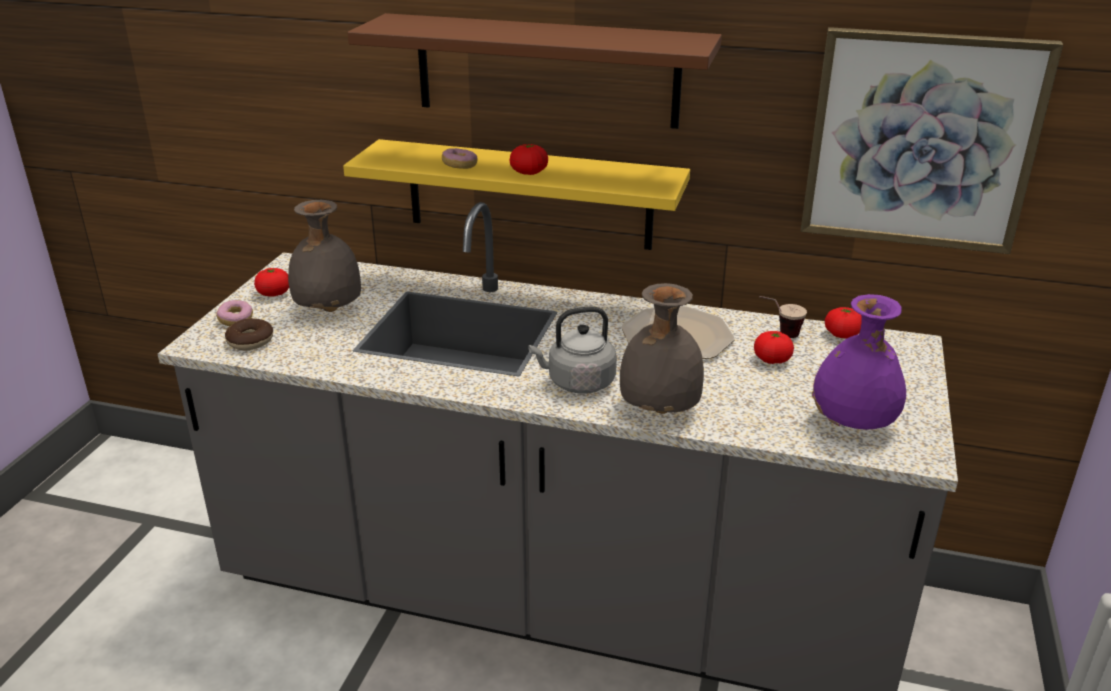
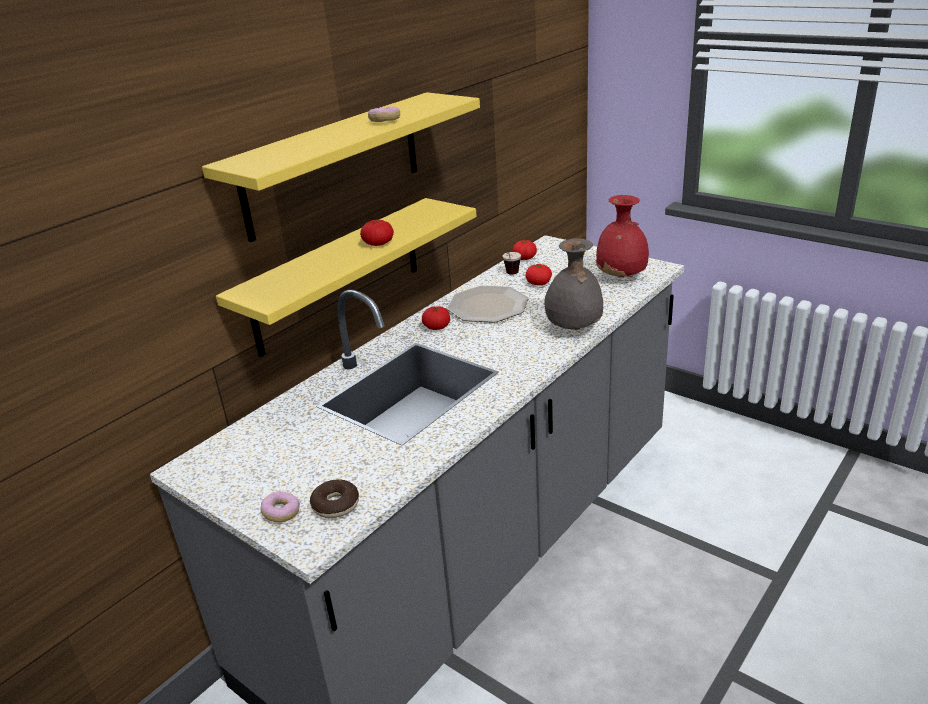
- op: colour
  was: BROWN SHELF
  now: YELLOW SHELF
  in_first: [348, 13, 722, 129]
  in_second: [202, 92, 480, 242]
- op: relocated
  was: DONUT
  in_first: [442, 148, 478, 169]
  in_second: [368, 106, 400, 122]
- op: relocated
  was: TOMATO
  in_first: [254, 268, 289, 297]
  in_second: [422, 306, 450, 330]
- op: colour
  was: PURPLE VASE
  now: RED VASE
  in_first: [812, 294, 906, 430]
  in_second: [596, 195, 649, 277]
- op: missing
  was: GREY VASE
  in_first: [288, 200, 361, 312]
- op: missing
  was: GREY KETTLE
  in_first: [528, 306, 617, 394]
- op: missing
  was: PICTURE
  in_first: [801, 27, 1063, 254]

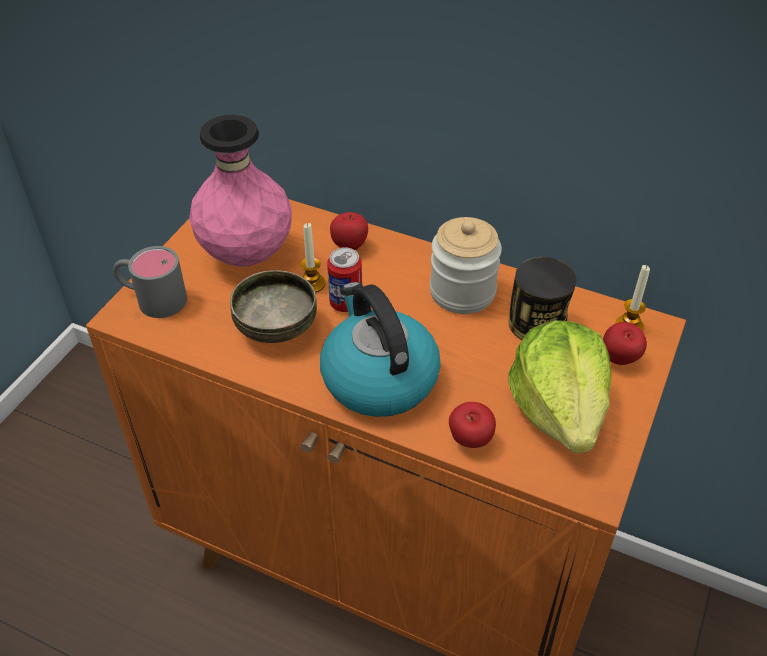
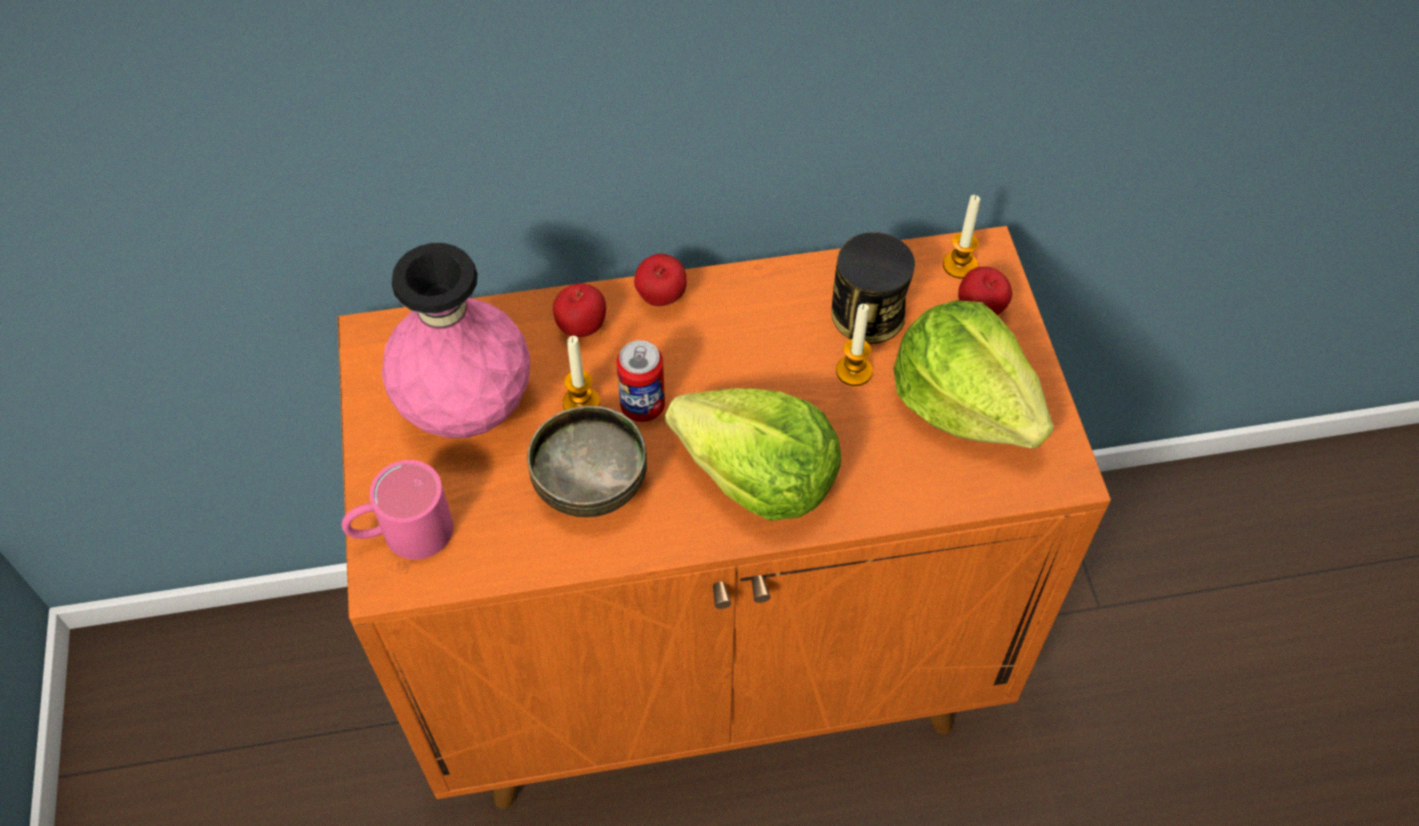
- op: colour
  was: GREY MUG
  now: PINK MUG
  in_first: [113, 246, 187, 318]
  in_second: [342, 460, 453, 560]
- op: relocated
  was: APPLE
  in_first: [449, 402, 496, 448]
  in_second: [634, 254, 687, 306]
- op: exchanged
  was: KETTLE
  now: LETTUCE
  in_first: [320, 282, 441, 417]
  in_second: [665, 389, 841, 521]
- op: appeared
  now: CANDLE
  in_second: [836, 304, 873, 386]
- op: missing
  was: JAR
  in_first: [430, 217, 502, 314]

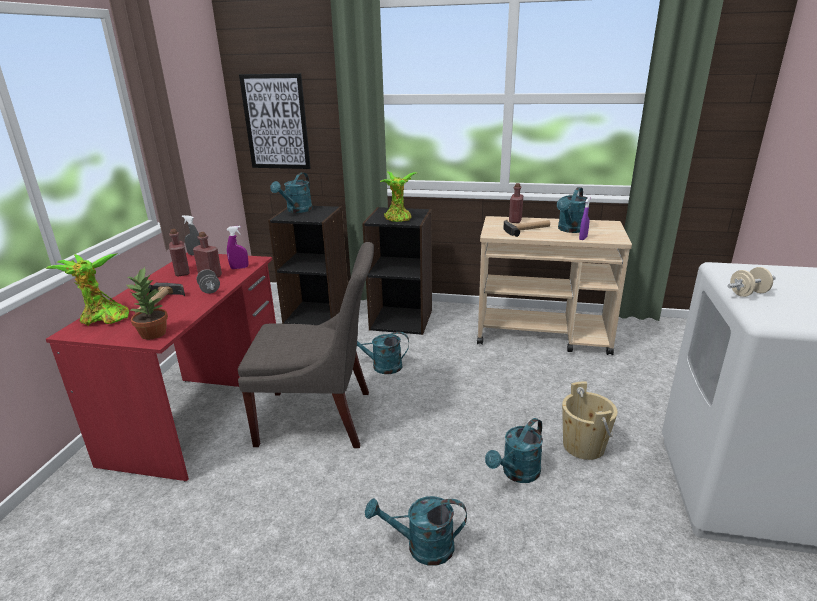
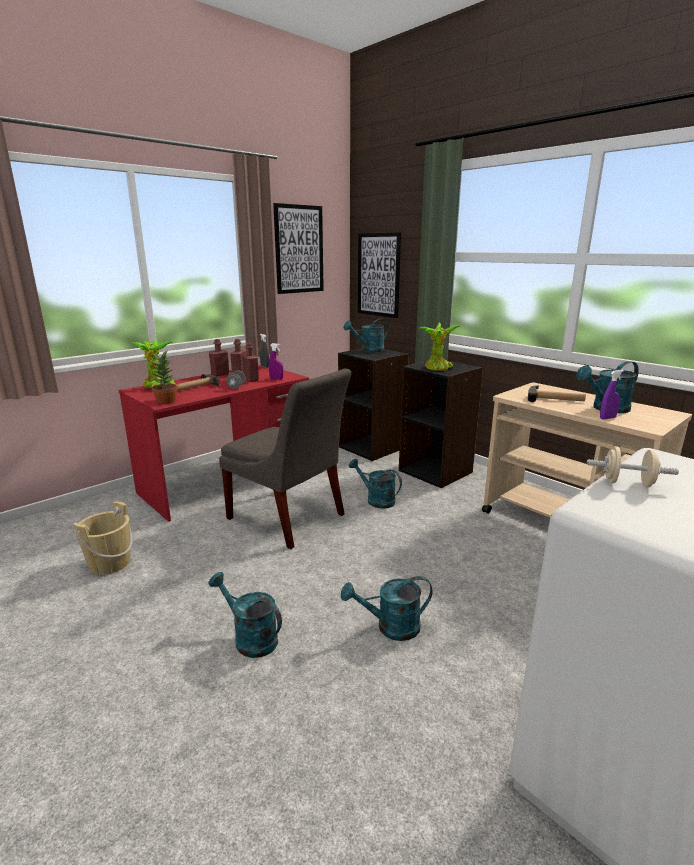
- op: relocated
  was: BEIGE BUCKET
  in_first: [562, 381, 618, 460]
  in_second: [73, 501, 133, 575]
- op: relocated
  was: RED BOTTLE
  in_first: [509, 183, 523, 223]
  in_second: [209, 339, 229, 376]
- op: appeared
  now: PICTURE
  in_second: [273, 203, 324, 294]

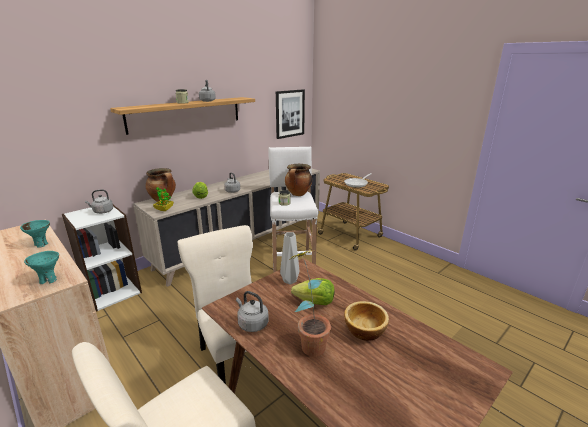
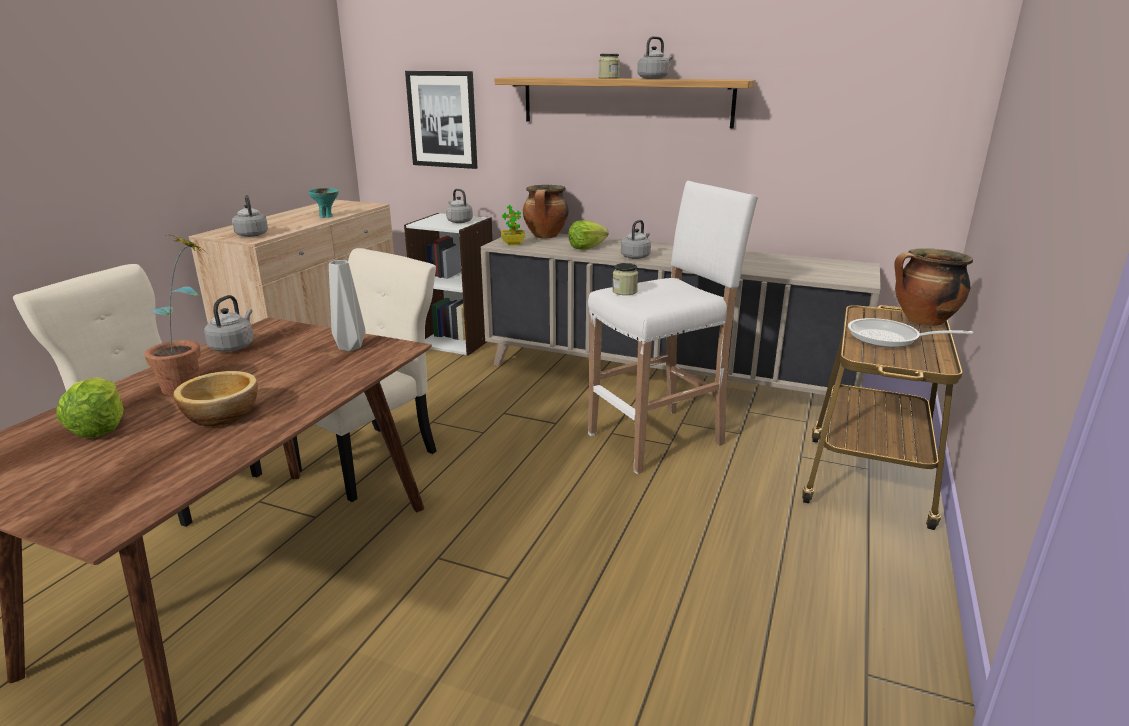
- op: relocated
  was: LETTUCE
  in_first: [291, 278, 334, 305]
  in_second: [56, 377, 124, 438]
- op: exchanged
  was: TURQUOISE BOWL
  now: GREY KETTLE
  in_first: [24, 251, 59, 284]
  in_second: [232, 195, 268, 237]
- op: relocated
  was: PICTURE
  in_first: [276, 89, 305, 139]
  in_second: [405, 71, 477, 169]
- op: relocated
  was: COOKING POT
  in_first: [285, 164, 312, 196]
  in_second: [894, 248, 973, 326]

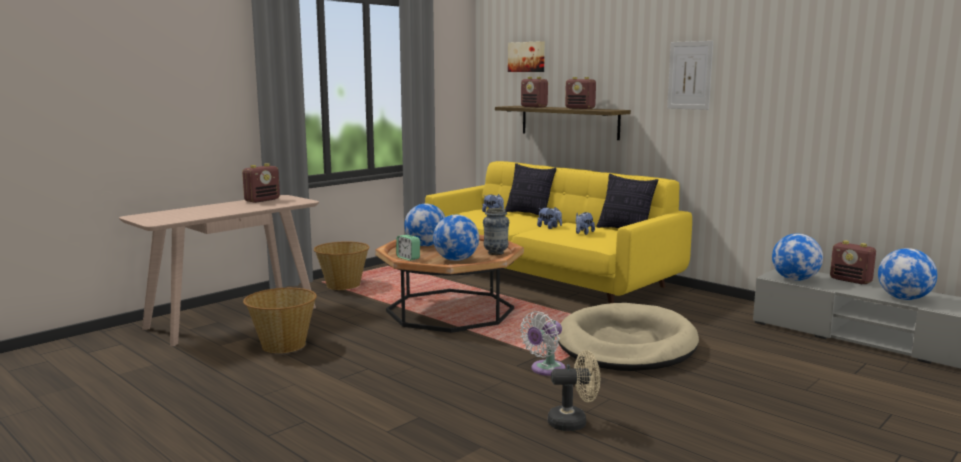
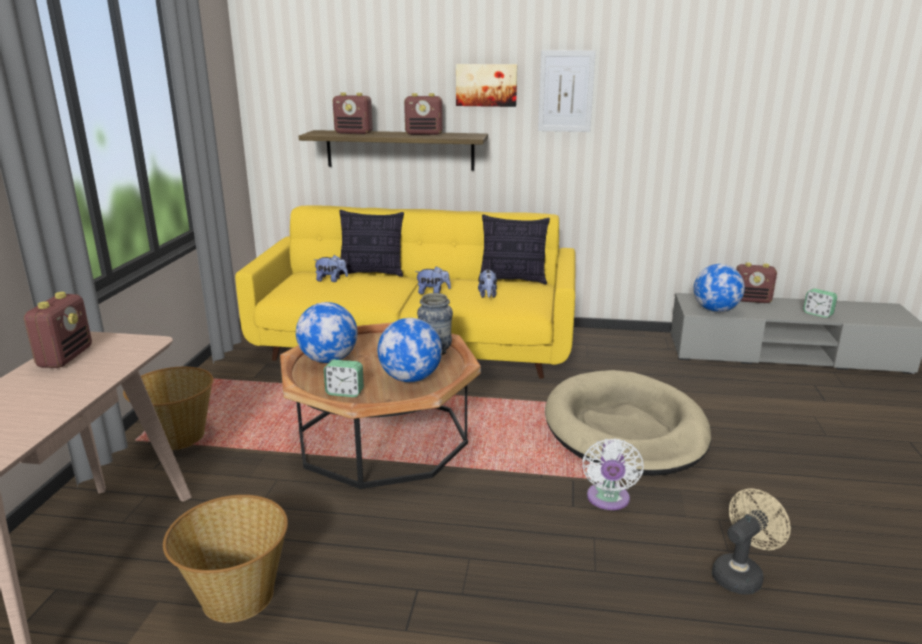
- op: relocated
  was: PICTURE
  in_first: [508, 41, 545, 72]
  in_second: [456, 64, 517, 107]
- op: exchanged
  was: GLOBE
  now: ALARM CLOCK
  in_first: [878, 248, 937, 300]
  in_second: [803, 289, 837, 318]

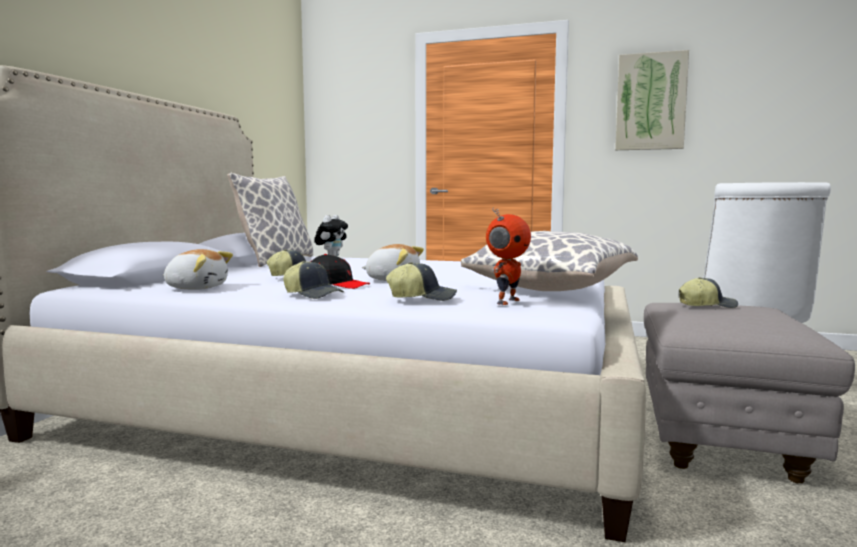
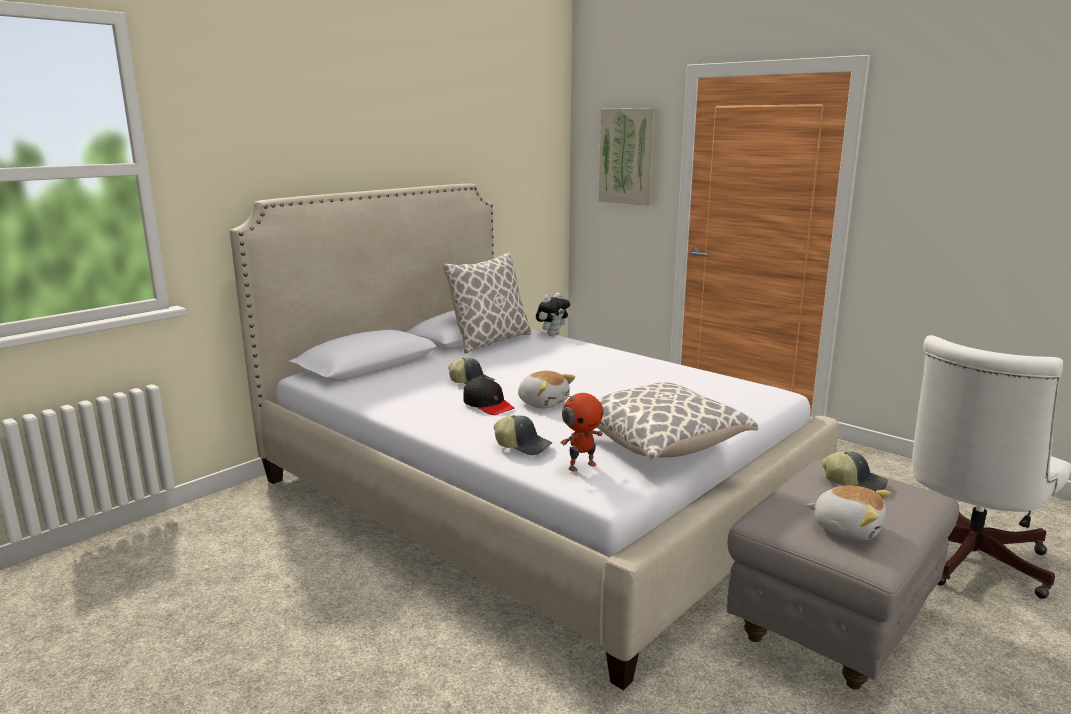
- op: relocated
  was: PICTURE
  in_first: [615, 50, 689, 150]
  in_second: [598, 108, 657, 206]
- op: relocated
  was: PLUSH TOY
  in_first: [163, 249, 233, 290]
  in_second: [806, 486, 891, 541]
- op: missing
  was: CAP
  in_first: [283, 261, 344, 299]

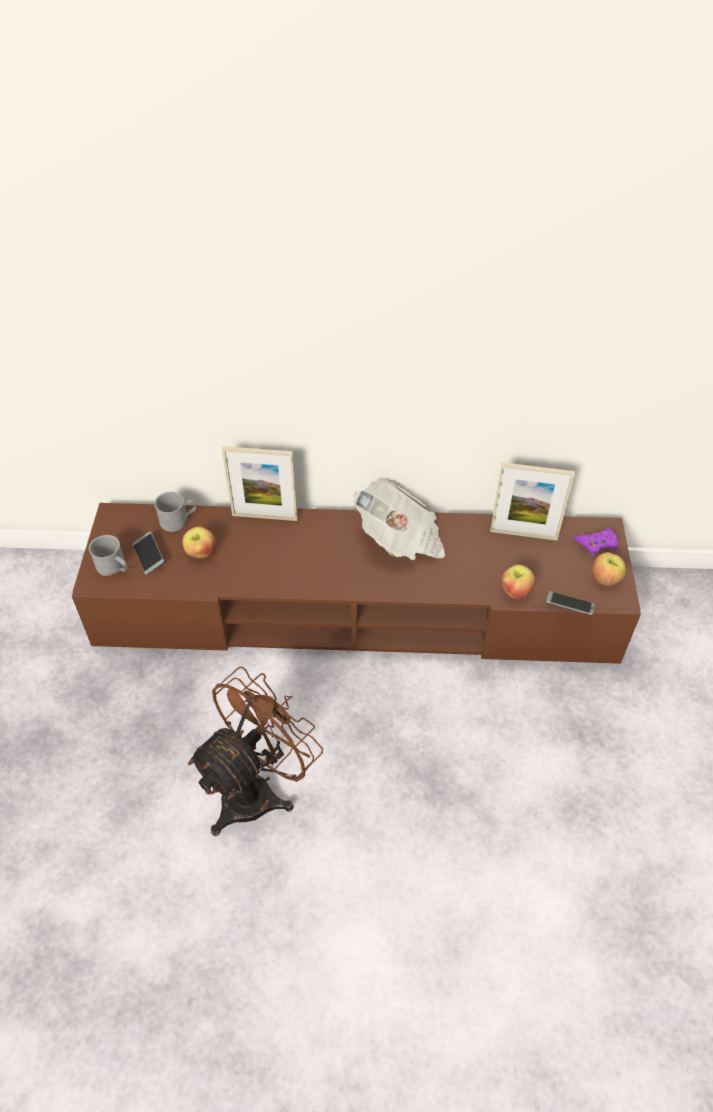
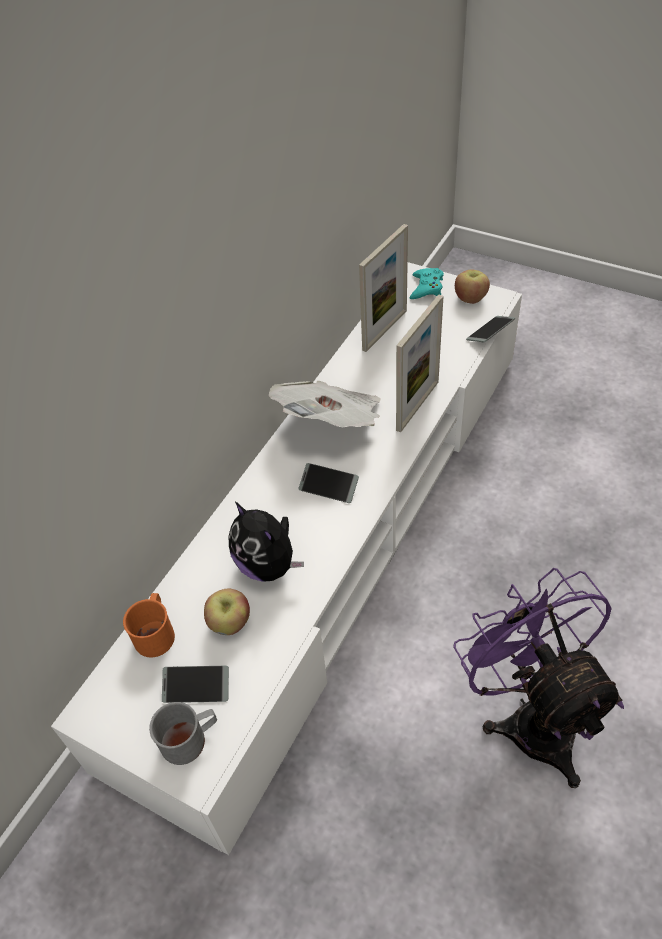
- op: colour
  was: BROWN TV STAND
  now: WHITE TV STAND
  in_first: [72, 503, 641, 664]
  in_second: [51, 262, 522, 855]
- op: colour
  was: GREY MUG
  now: ORANGE MUG
  in_first: [154, 492, 196, 532]
  in_second: [123, 593, 175, 658]
- op: appeared
  now: PLUSH TOY
  in_second: [229, 502, 304, 582]
- op: appeared
  now: PHONE
  in_second: [298, 463, 359, 503]
- op: relocated
  was: PICTURE FRAME
  in_first: [222, 446, 298, 521]
  in_second: [396, 294, 443, 433]
- op: colour
  was: PURPLE GAME CONTROLLER
  now: TURQUOISE GAME CONTROLLER
  in_first: [574, 528, 618, 557]
  in_second: [409, 268, 444, 299]
- op: colour
  was: BROWN FAN
  now: PURPLE FAN
  in_first: [188, 667, 323, 836]
  in_second: [453, 568, 624, 788]
- op: missing
  was: APPLE
  in_first: [502, 565, 535, 599]

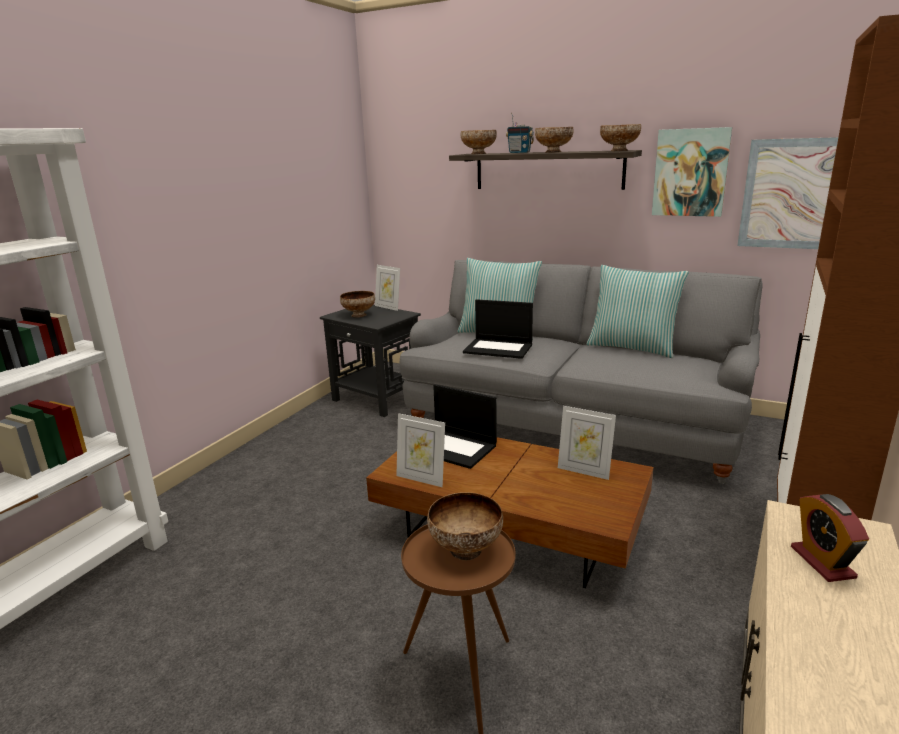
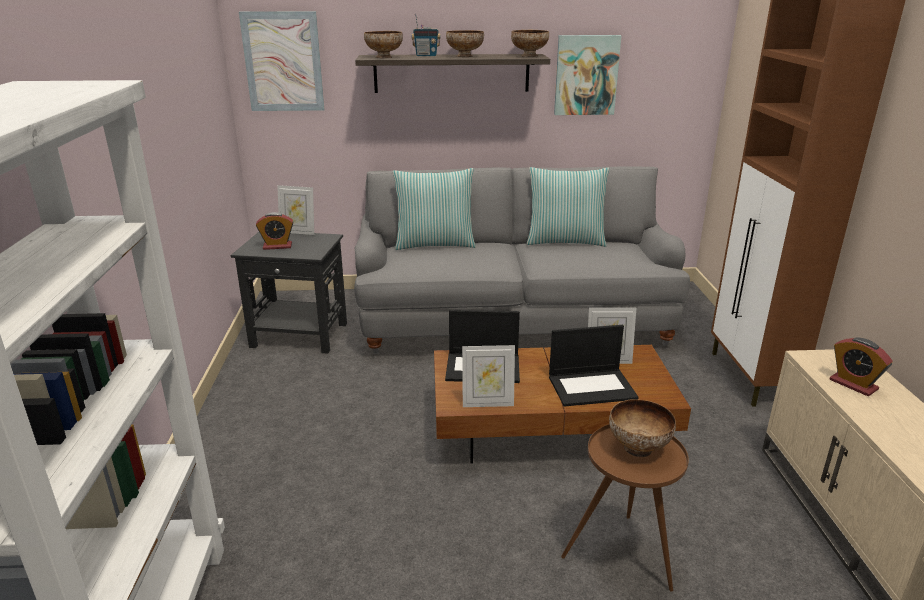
- op: relocated
  was: PICTURE
  in_first: [737, 137, 838, 249]
  in_second: [239, 11, 325, 111]
- op: exchanged
  was: BOWL
  now: ALARM CLOCK
  in_first: [340, 291, 375, 318]
  in_second: [256, 212, 293, 250]
- op: relocated
  was: LAPTOP
  in_first: [463, 299, 533, 359]
  in_second: [549, 325, 638, 407]

